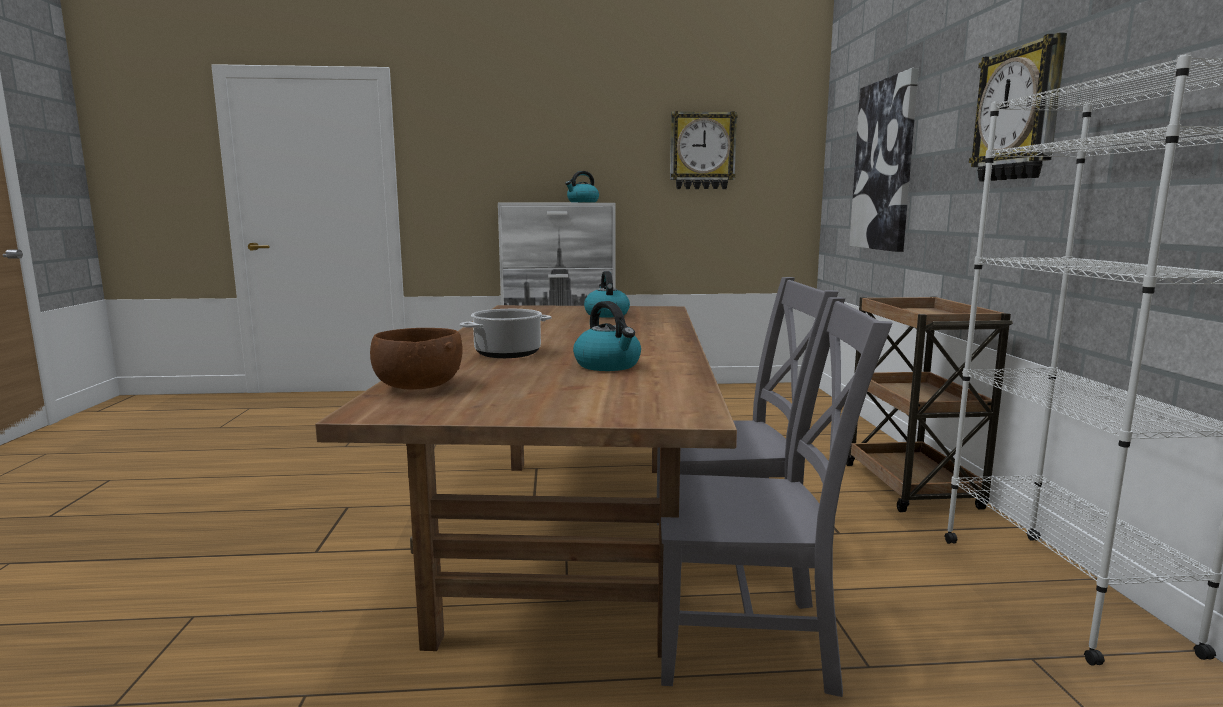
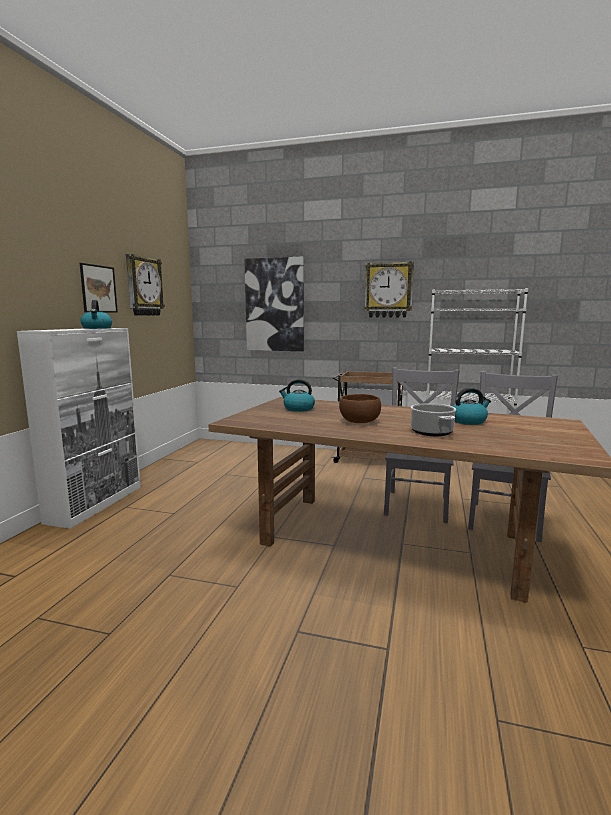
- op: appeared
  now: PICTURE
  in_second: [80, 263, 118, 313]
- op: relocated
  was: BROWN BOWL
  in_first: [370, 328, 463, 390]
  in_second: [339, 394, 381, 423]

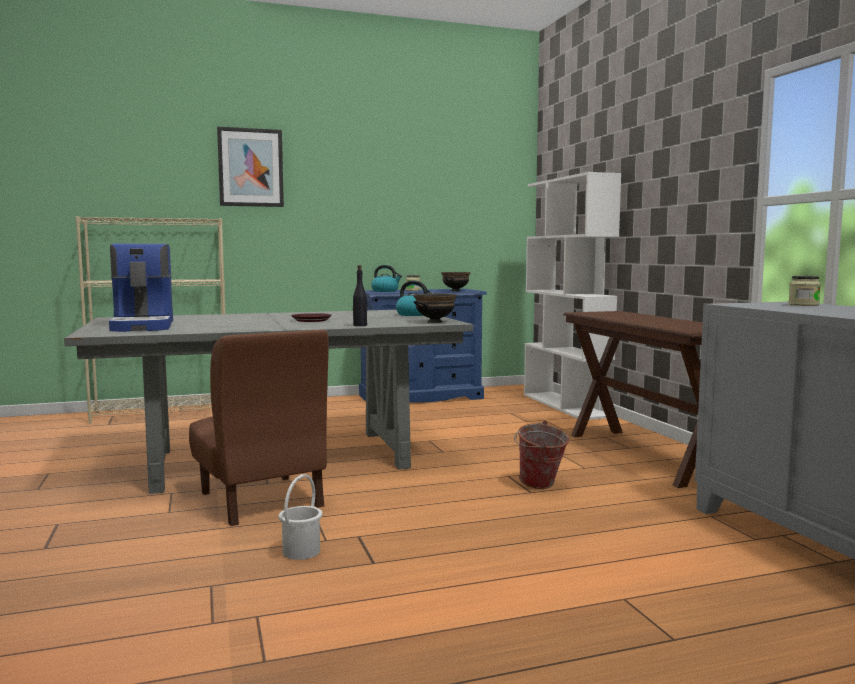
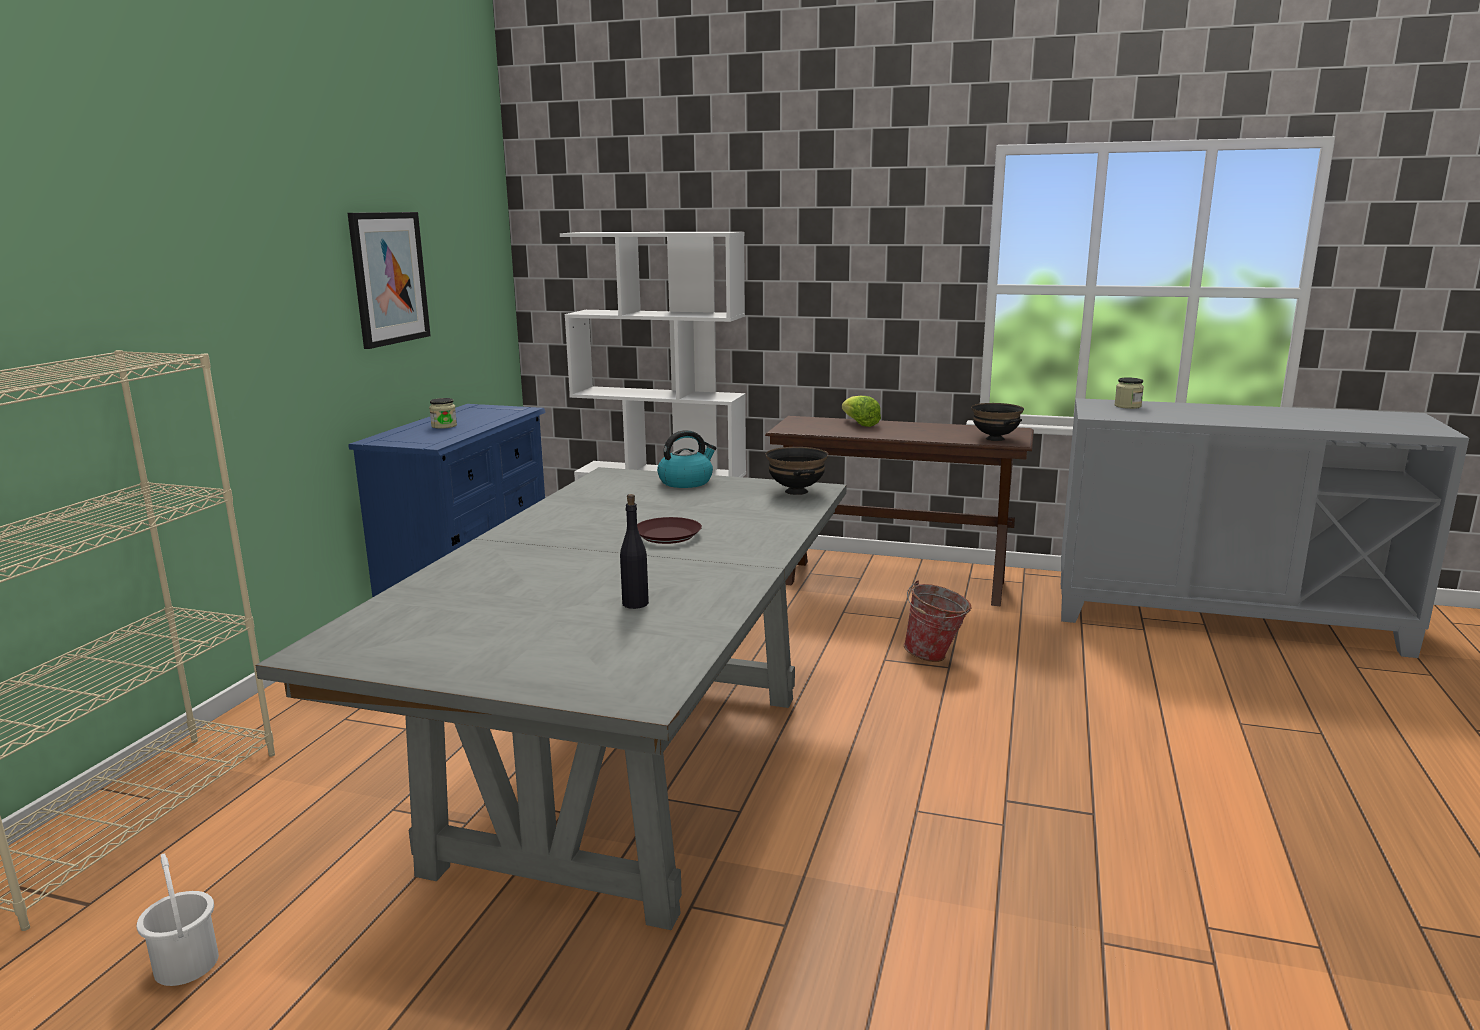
- op: relocated
  was: WHITE BUCKET
  in_first: [278, 474, 323, 560]
  in_second: [137, 854, 219, 986]
- op: relocated
  was: PICTURE
  in_first: [217, 127, 284, 207]
  in_second: [348, 212, 431, 349]
- op: relocated
  was: BLACK BOTTLE
  in_first: [353, 265, 368, 326]
  in_second: [620, 494, 649, 609]
- op: appeared
  now: LETTUCE
  in_second: [842, 396, 881, 427]
- op: relocated
  was: BLACK BOWL
  in_first: [441, 272, 471, 291]
  in_second: [971, 403, 1024, 441]
- op: missing
  was: COFFEE MACHINE
  in_first: [109, 244, 173, 332]
- op: missing
  was: BROWN CHAIR
  in_first: [189, 330, 329, 526]
- op: missing
  was: KETTLE
  in_first: [371, 265, 402, 292]

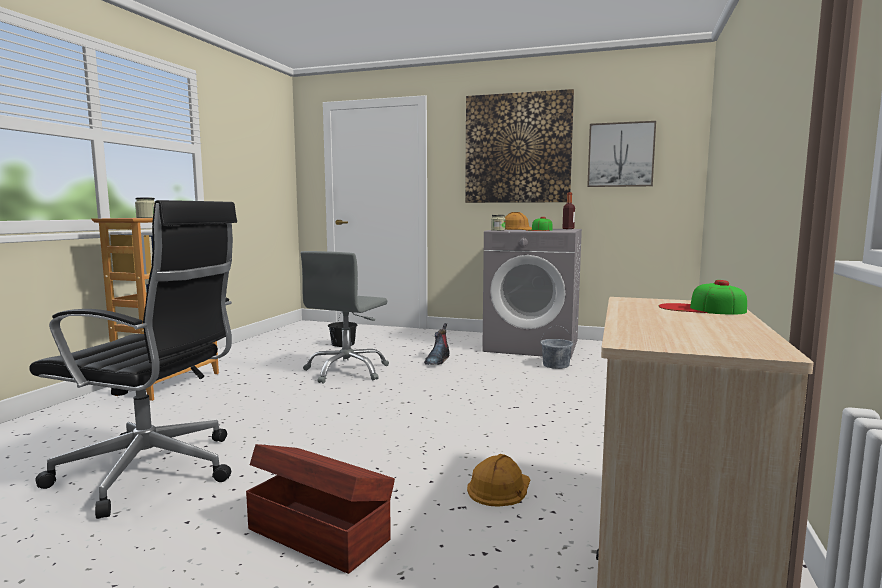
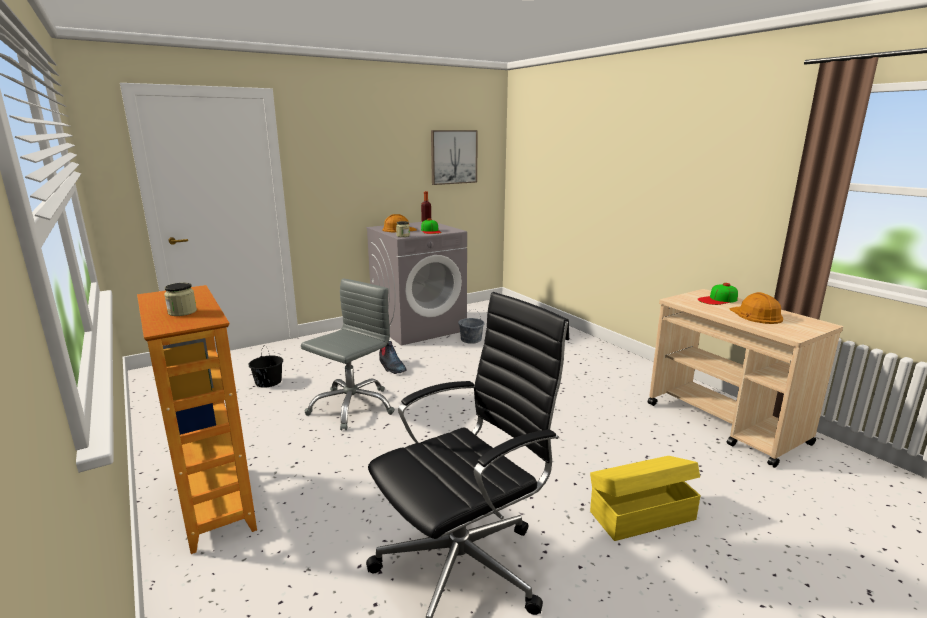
- op: spun
  was: GREY OFFICE CHAIR
  in_first: [300, 251, 389, 383]
  in_second: [301, 279, 395, 430]
  clockwise: -120
- op: colour
  was: BROWN STORAGE BOX
  now: YELLOW STORAGE BOX
  in_first: [246, 444, 395, 574]
  in_second: [590, 456, 701, 541]
- op: relocated
  was: ORANGE HARD HAT
  in_first: [467, 454, 531, 507]
  in_second: [729, 292, 783, 324]
- op: missing
  was: PICTURE
  in_first: [465, 89, 574, 203]

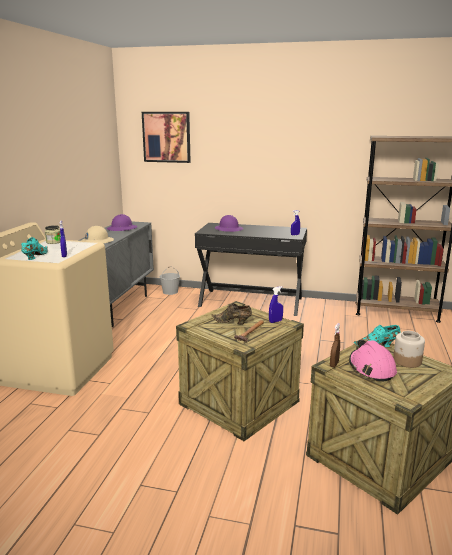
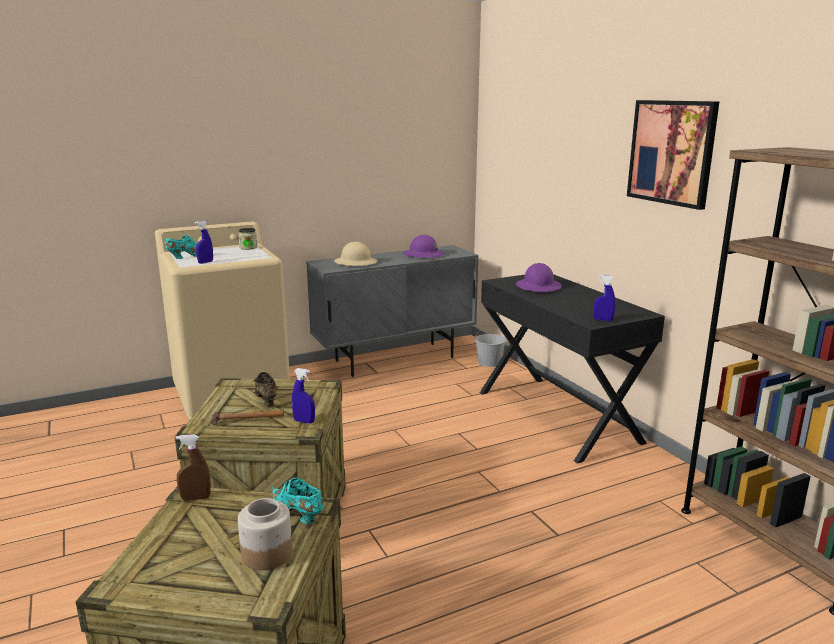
- op: relocated
  was: PICTURE
  in_first: [142, 112, 191, 163]
  in_second: [627, 100, 719, 210]
- op: missing
  was: PINK HARD HAT
  in_first: [349, 339, 397, 382]

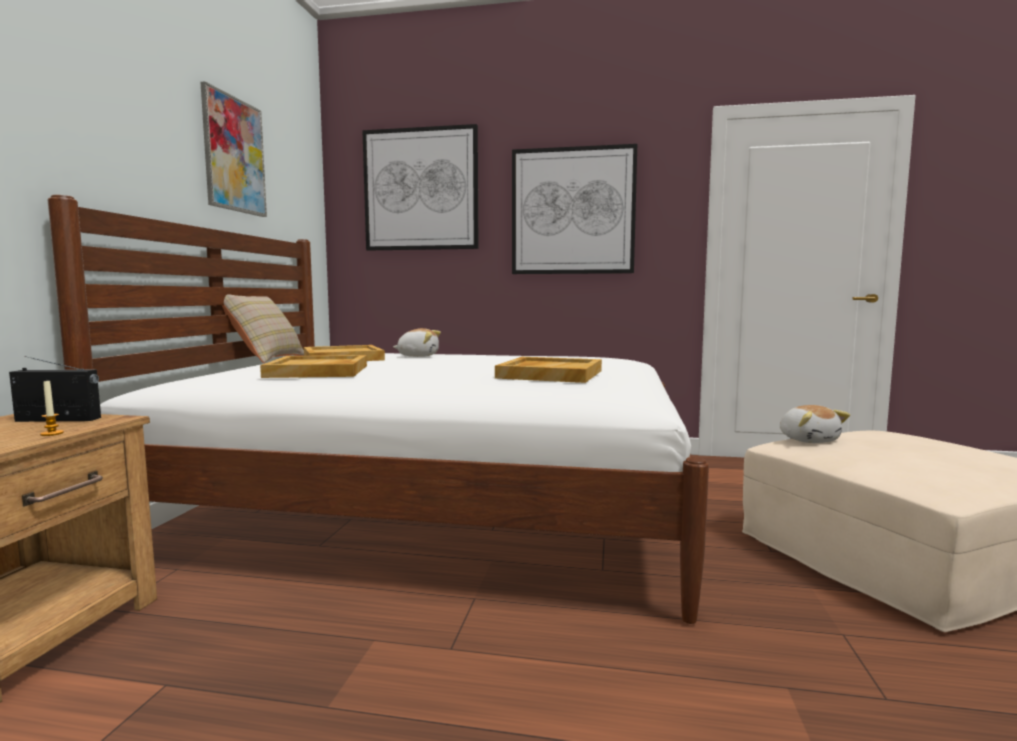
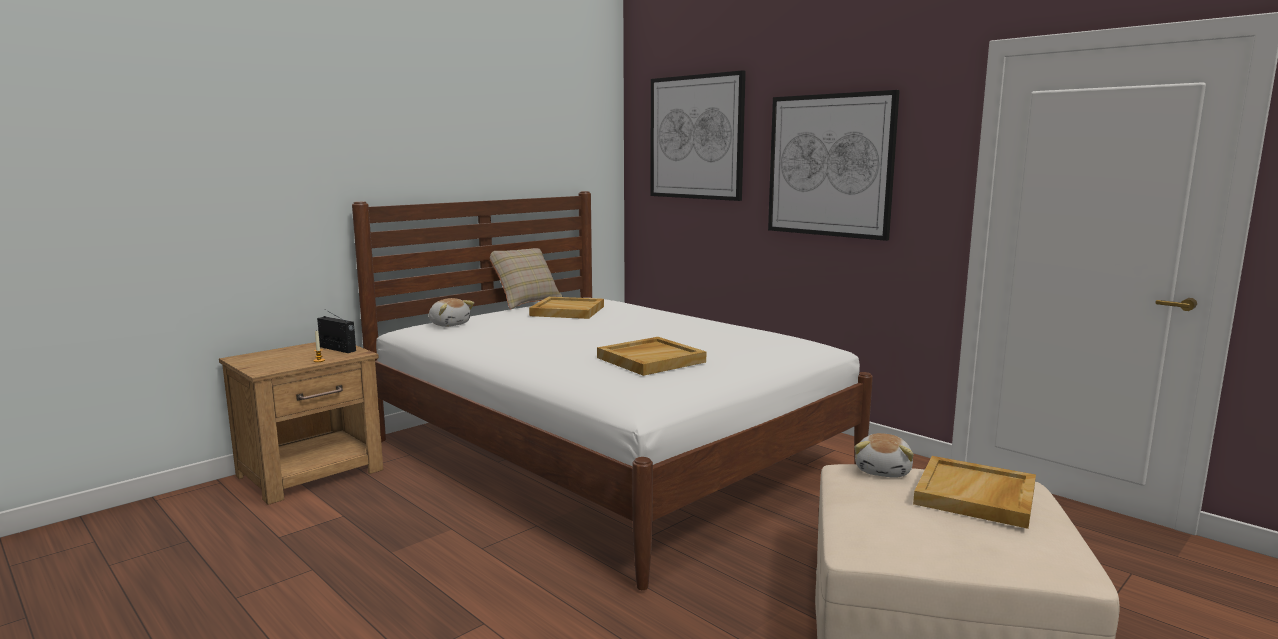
- op: relocated
  was: PLUSH TOY
  in_first: [393, 328, 441, 357]
  in_second: [429, 298, 474, 327]
- op: relocated
  was: BEIGE TRAY
  in_first: [260, 355, 367, 378]
  in_second: [913, 456, 1036, 529]
- op: missing
  was: PICTURE
  in_first: [200, 81, 267, 217]

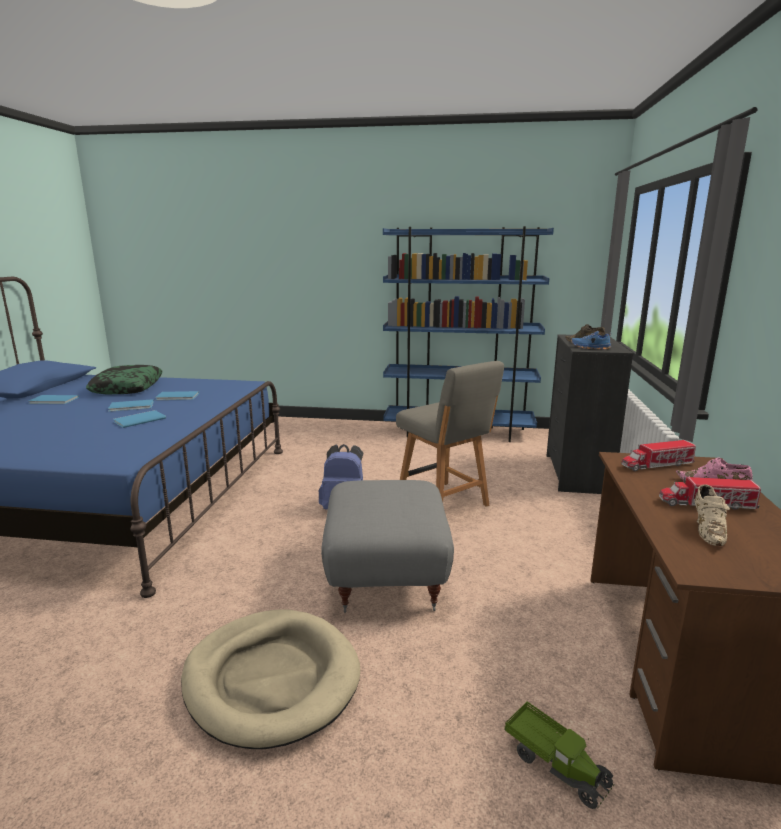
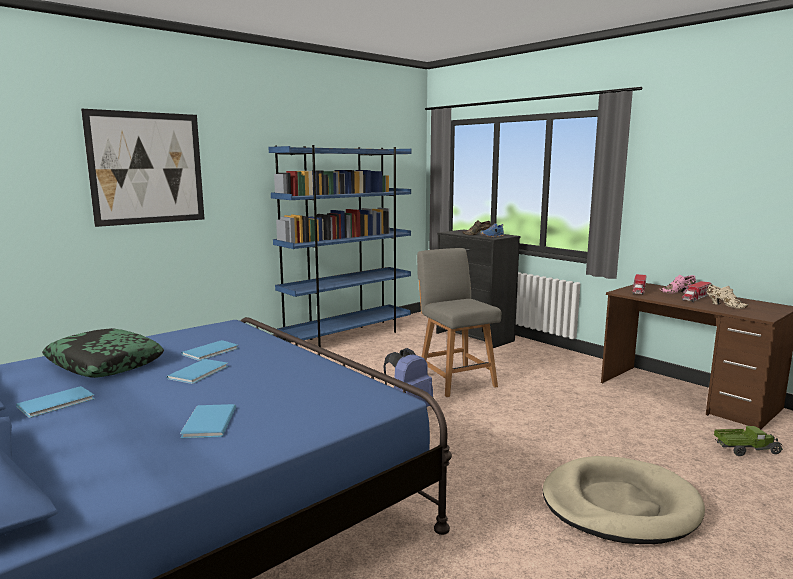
- op: appeared
  now: PICTURE
  in_second: [81, 109, 204, 227]
- op: relocated
  was: BLUE BOOK
  in_first: [113, 410, 166, 428]
  in_second: [180, 404, 236, 439]
- op: spun
  was: GREY CHAIR
  in_first: [396, 361, 504, 507]
  in_second: [417, 248, 501, 397]
  clockwise: -120
- op: missing
  was: GREY OTTOMAN
  in_first: [321, 480, 454, 613]

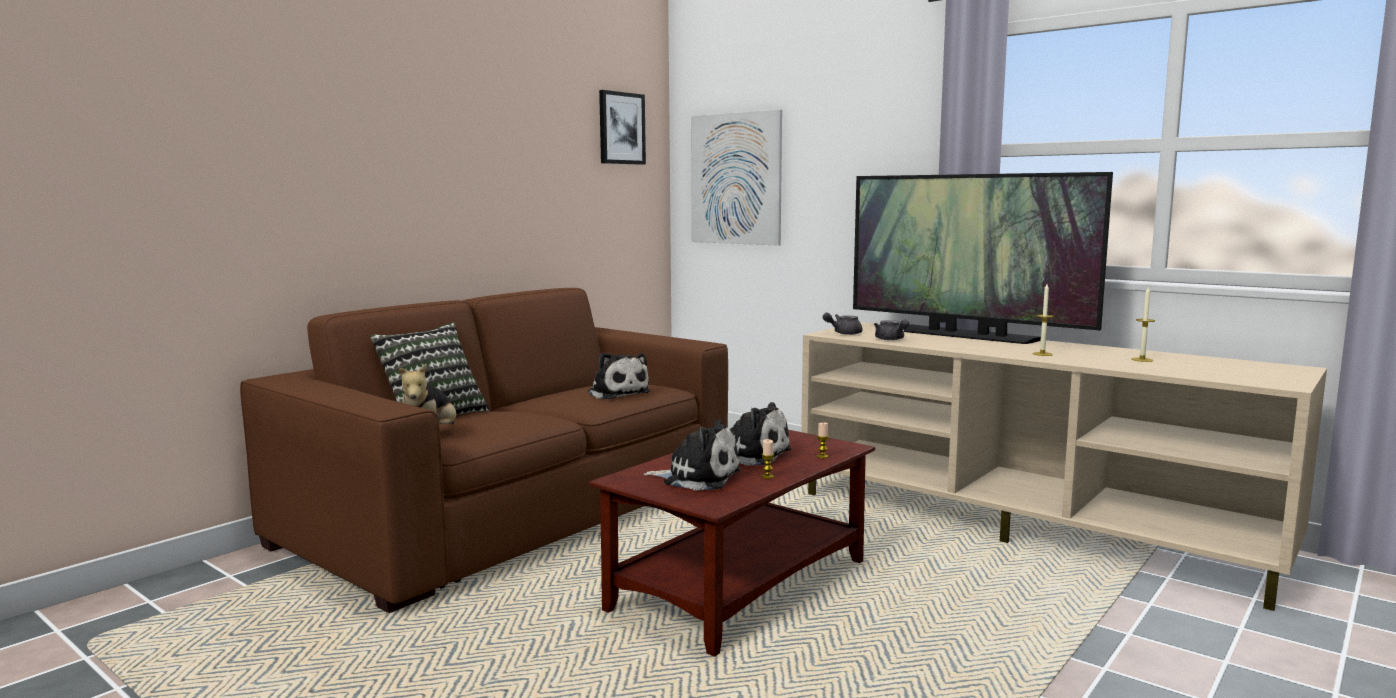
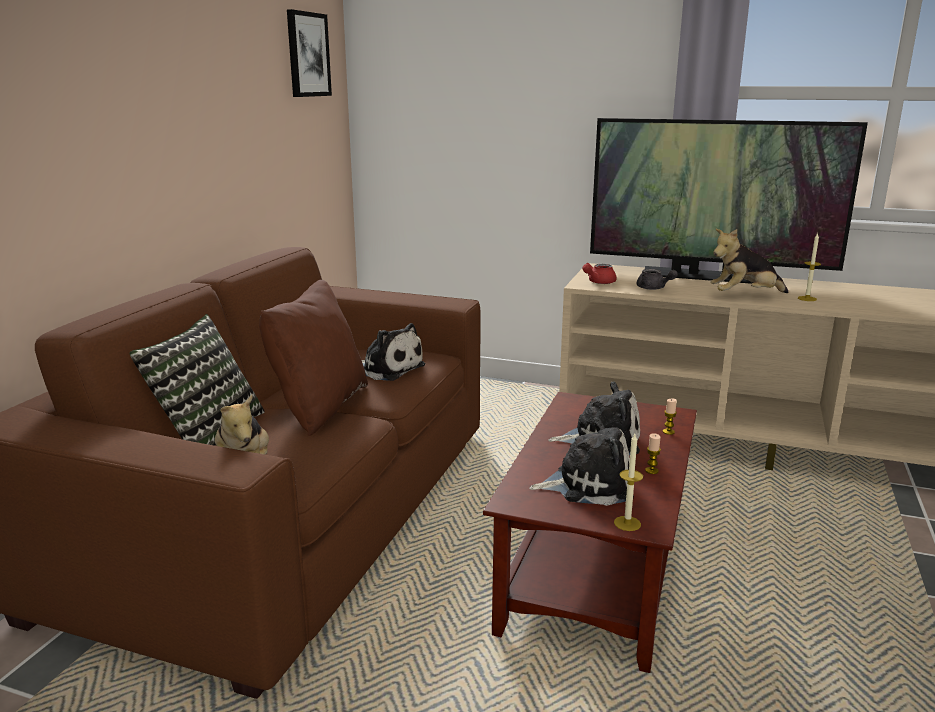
- op: appeared
  now: BROWN PILLOW
  in_second: [259, 280, 368, 436]
- op: colour
  was: GREY TEAPOT
  now: RED TEAPOT
  in_first: [823, 313, 863, 335]
  in_second: [582, 263, 617, 284]
- op: relocated
  was: CANDLE
  in_first: [1131, 286, 1155, 362]
  in_second: [614, 434, 643, 531]
- op: appeared
  now: PLUSH TOY
  in_second: [710, 229, 789, 293]
- op: missing
  was: PICTURE
  in_first: [691, 110, 782, 246]

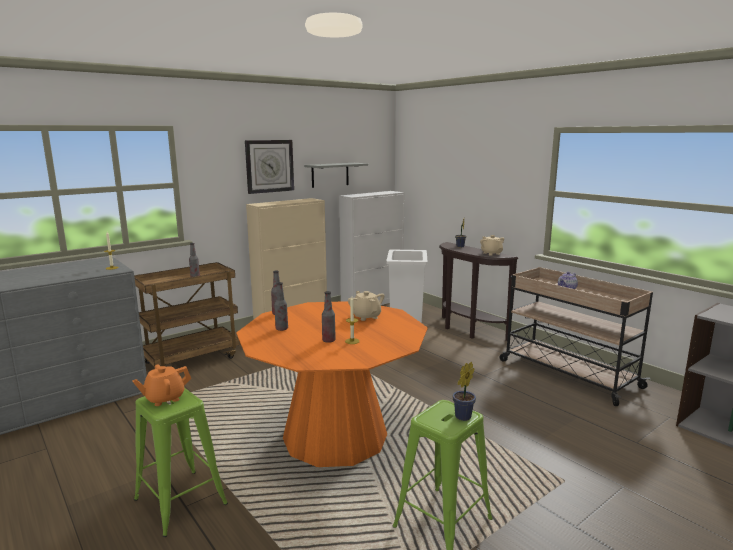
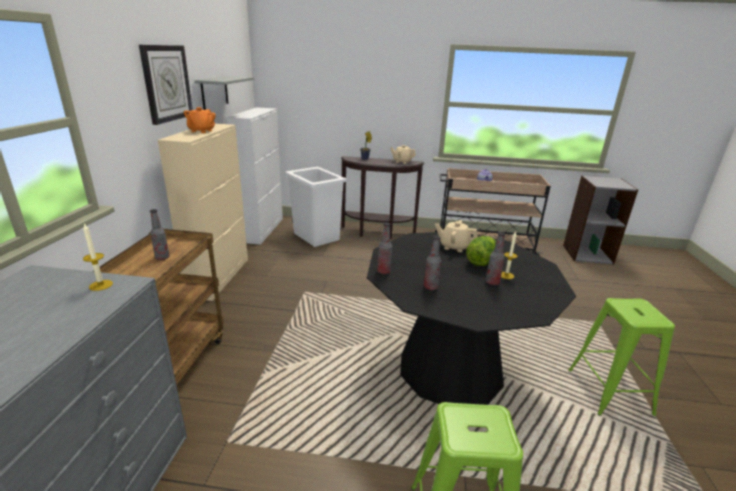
- op: relocated
  was: ORANGE TEAPOT
  in_first: [132, 364, 191, 406]
  in_second: [184, 107, 216, 133]
- op: colour
  was: ORANGE DINING TABLE
  now: BLACK DINING TABLE
  in_first: [236, 301, 428, 467]
  in_second: [367, 232, 576, 405]
- op: appeared
  now: LETTUCE
  in_second: [466, 236, 496, 266]
- op: missing
  was: POTTED PLANT
  in_first: [452, 362, 476, 421]

